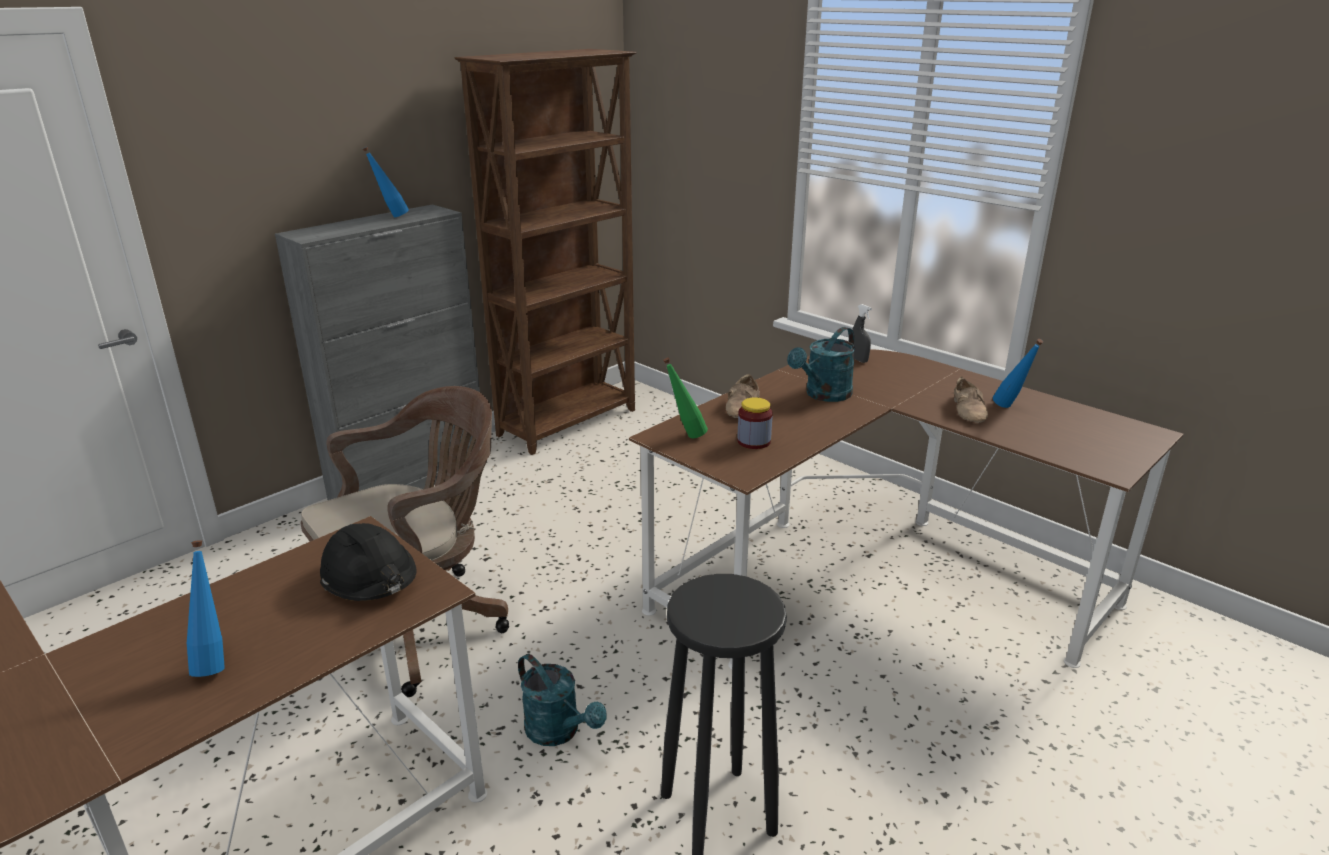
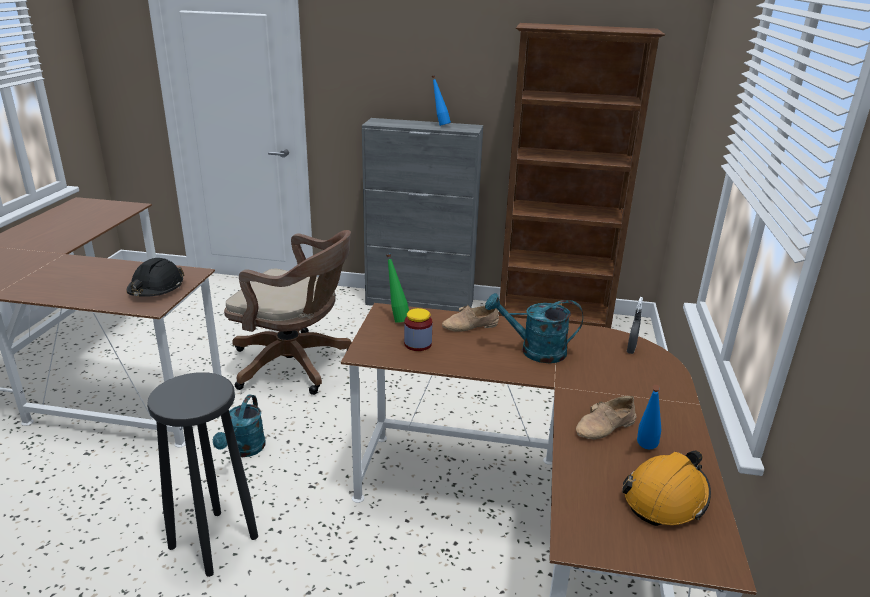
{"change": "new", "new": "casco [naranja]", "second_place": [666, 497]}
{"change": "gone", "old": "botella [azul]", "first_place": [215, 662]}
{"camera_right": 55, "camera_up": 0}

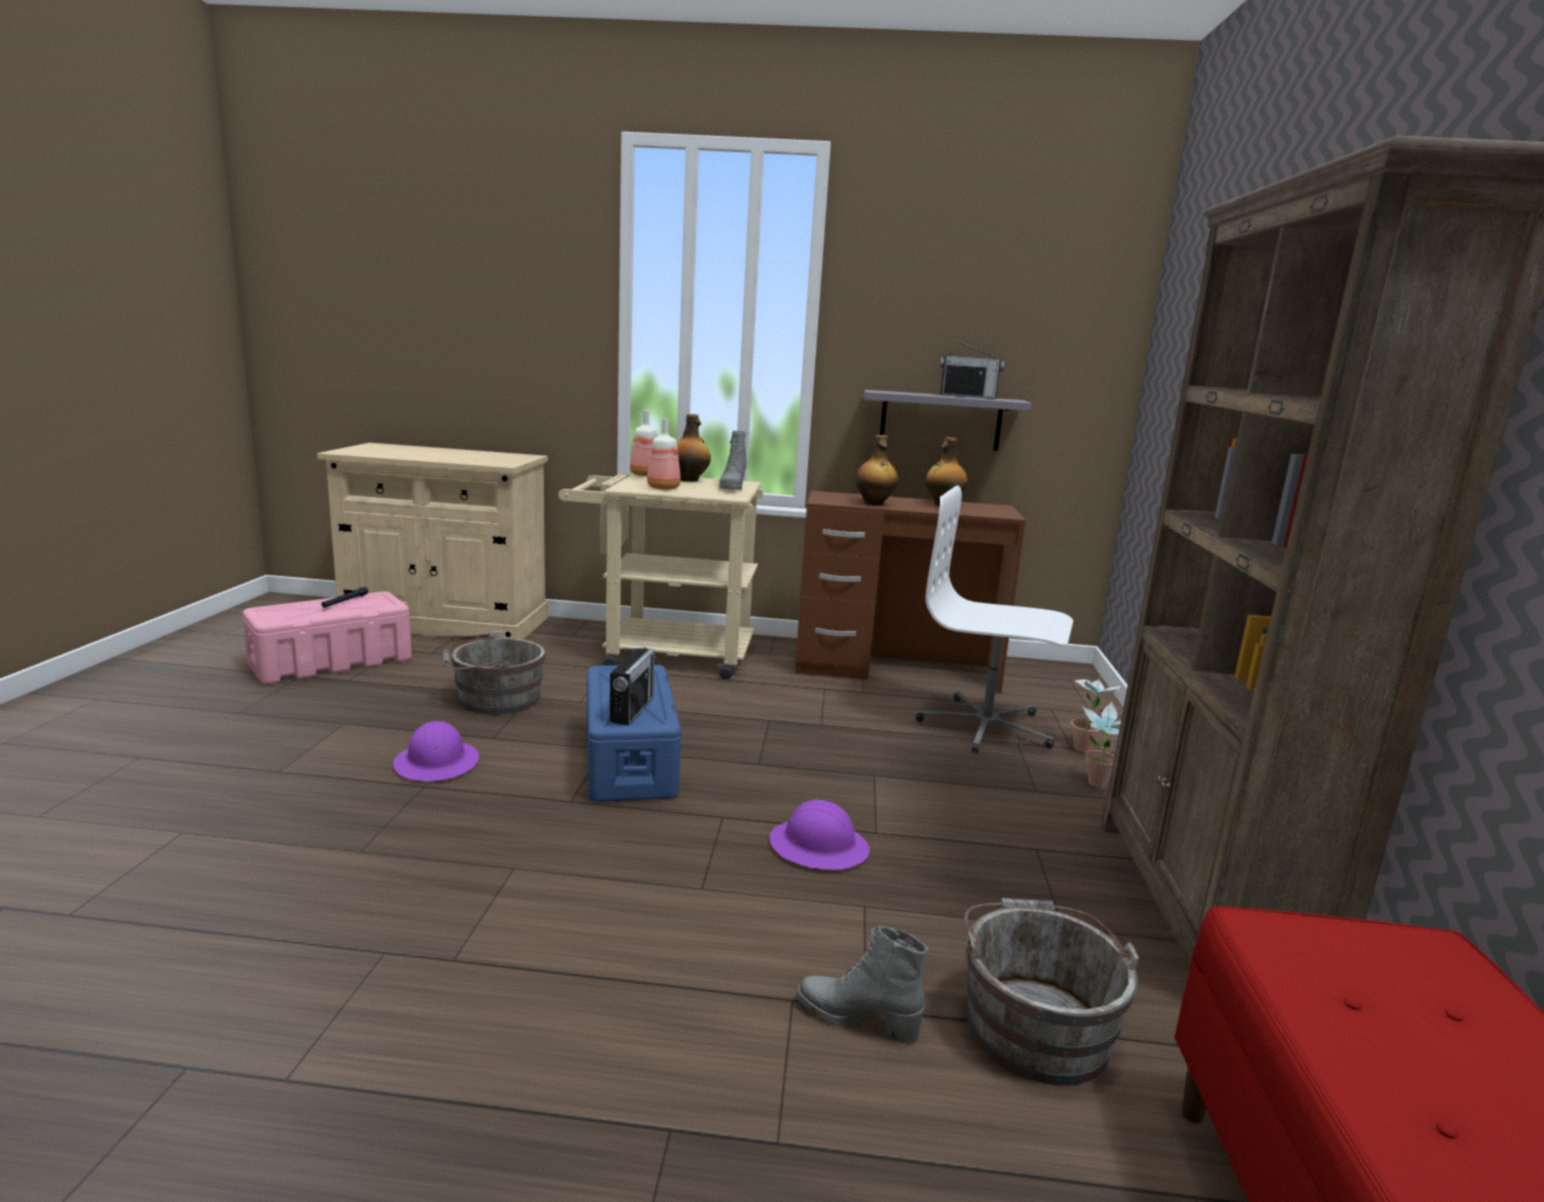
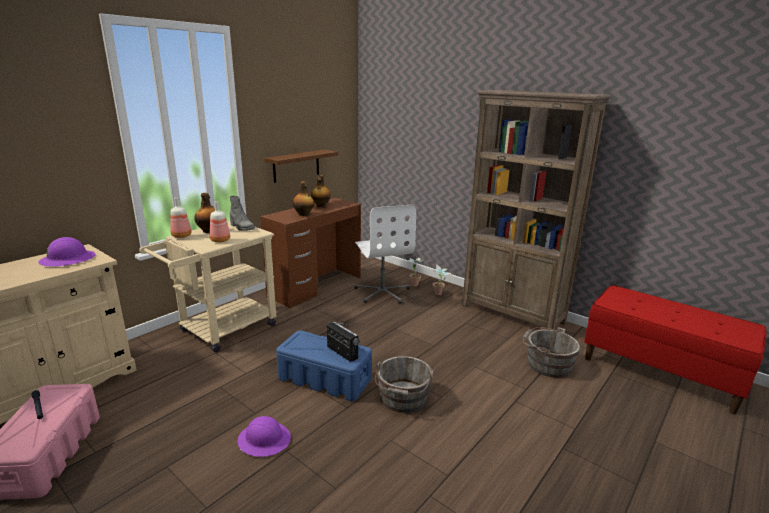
{"change": "shifted", "old": "casco [morado]", "first_place": [818, 846], "second_place": [68, 259]}
{"change": "repainted", "old": "estante [gris]", "new": "estante [marrón]", "first_place": [940, 420], "second_place": [296, 165]}
{"change": "rotated", "old": "silla de oficina [blanco]", "first_place": [986, 727], "second_place": [382, 292], "degrees": -75}
{"change": "shifted", "old": "cubo [gris]", "first_place": [494, 699], "second_place": [403, 399]}
{"change": "gone", "old": "bota [gris]", "first_place": [857, 1018]}
{"change": "gone", "old": "radio", "first_place": [967, 396]}
{"camera_right": -55, "camera_up": 5}

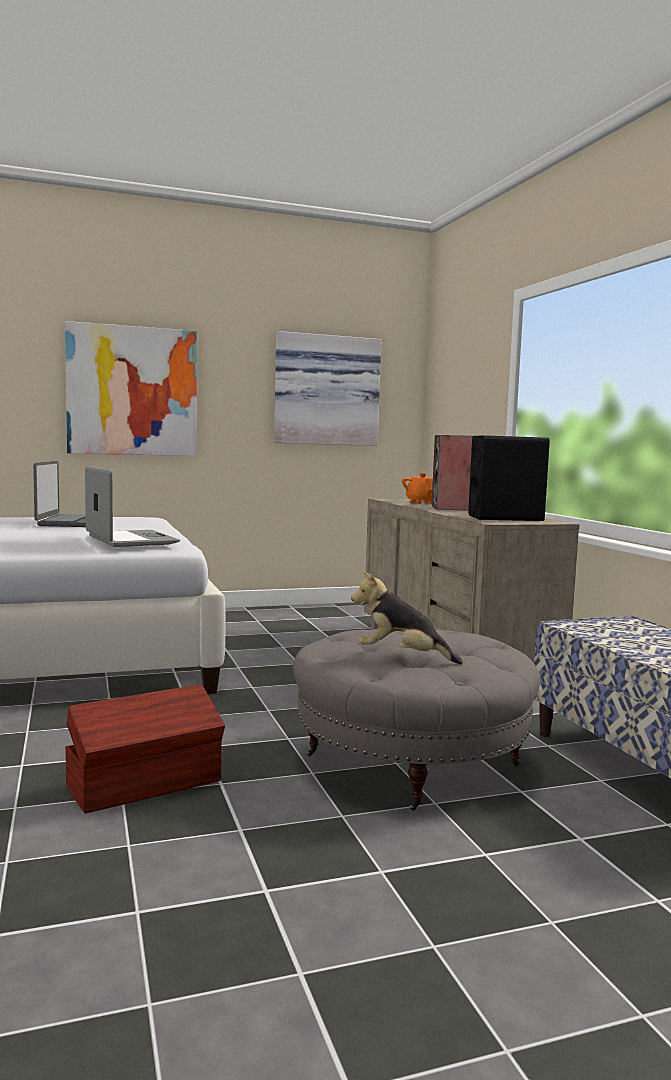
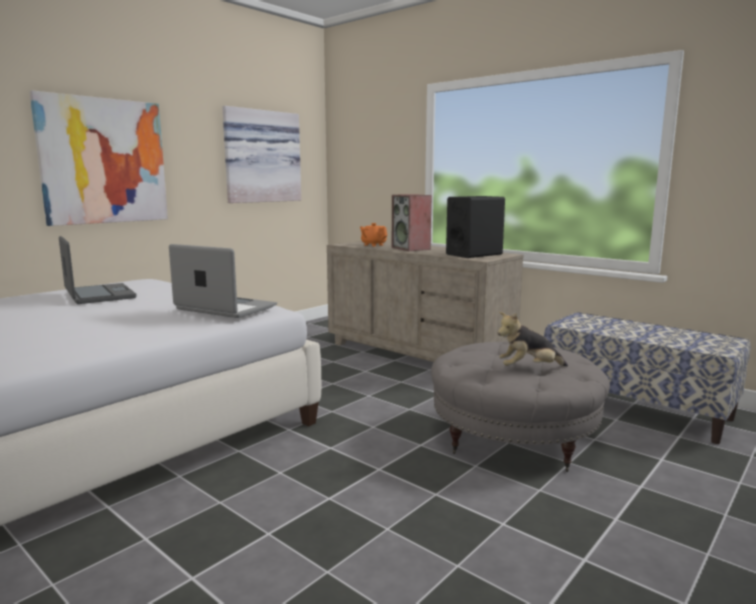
{"change": "gone", "old": "caja de almacenaje [marrón]", "first_place": [147, 785]}
{"camera_right": -30, "camera_up": 5}

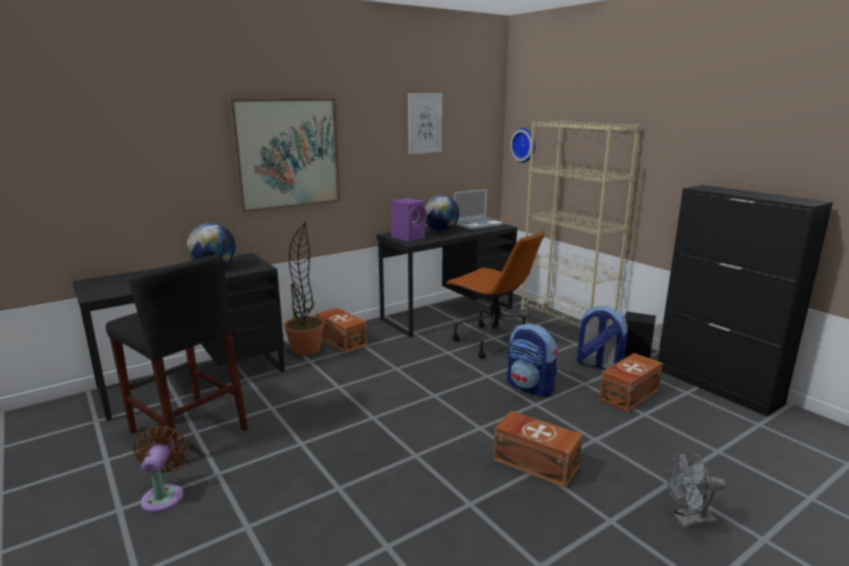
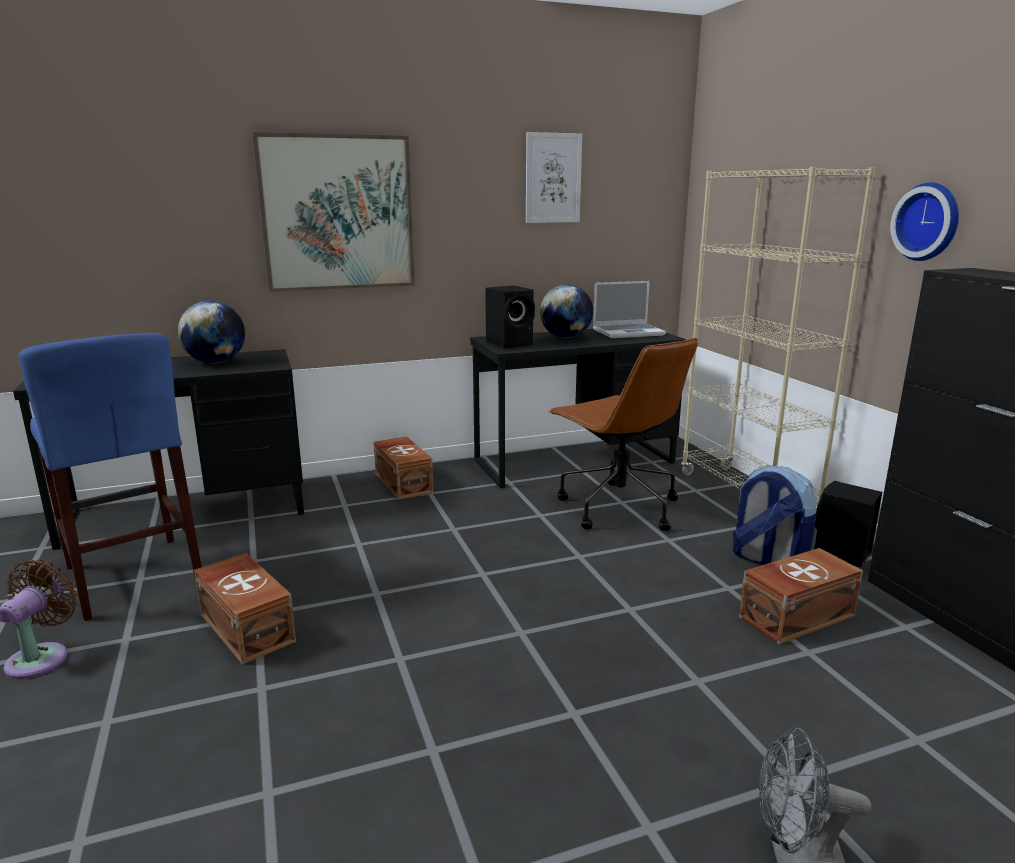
{"change": "repainted", "old": "taburete [negro]", "new": "taburete [azul]", "first_place": [188, 430], "second_place": [134, 575]}
{"change": "shifted", "old": "caja de almacenaje [marrón]", "first_place": [535, 462], "second_place": [248, 627]}
{"change": "repainted", "old": "altavoz [morado]", "new": "altavoz [negro]", "first_place": [409, 237], "second_place": [511, 343]}
{"change": "shifted", "old": "reloj de pared", "first_place": [525, 145], "second_place": [929, 222]}
{"change": "gone", "old": "planta en maceta", "first_place": [306, 349]}
{"change": "gone", "old": "mochila", "first_place": [531, 387]}
{"camera_right": 15, "camera_up": 0}

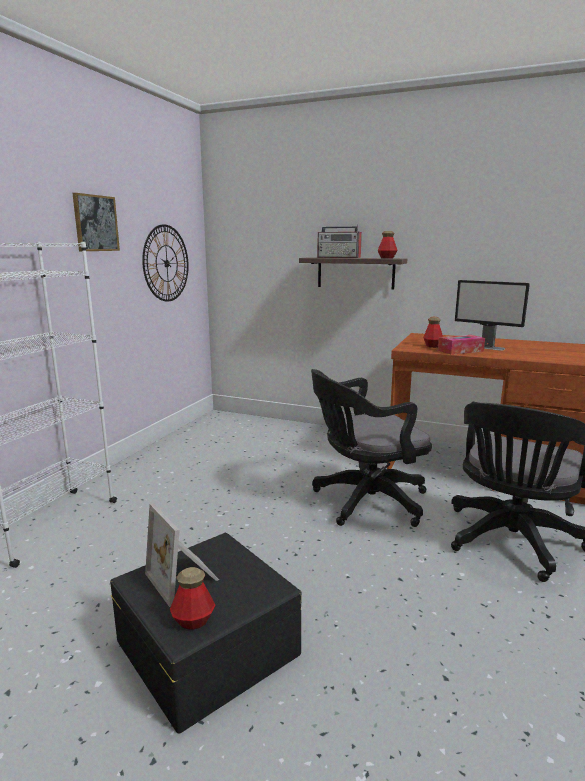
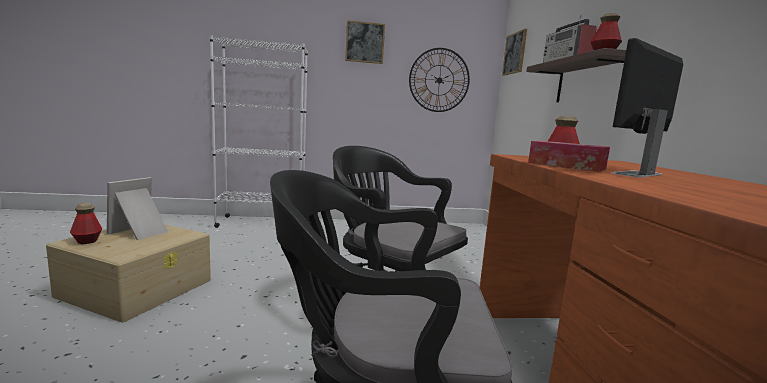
{"change": "repainted", "old": "caja de almacenaje [negro]", "new": "caja de almacenaje [beis]", "first_place": [207, 645], "second_place": [138, 287]}
{"change": "new", "new": "cuadro", "second_place": [515, 53]}
{"change": "rotated", "old": "monitor", "first_place": [486, 347], "second_place": [637, 174], "degrees": 45}
{"camera_right": 60, "camera_up": -5}

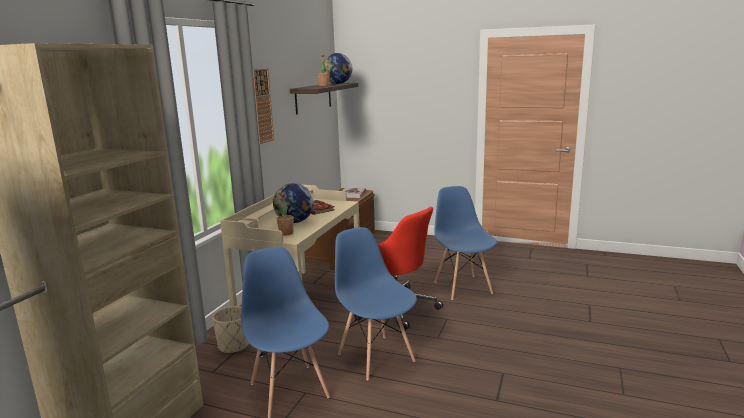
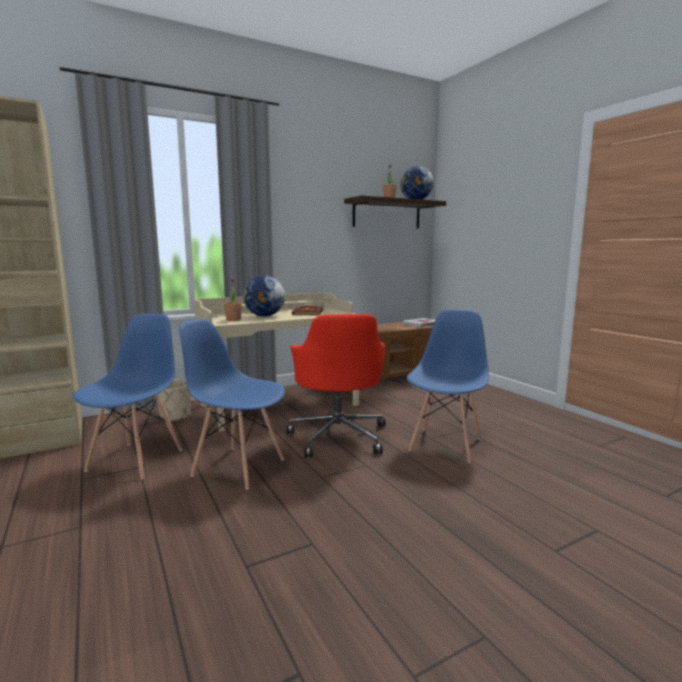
{"change": "rotated", "old": "silla [azul]", "first_place": [376, 356], "second_place": [238, 467], "degrees": -75}
{"change": "gone", "old": "reloj de pared", "first_place": [262, 106]}
{"camera_right": 40, "camera_up": -5}

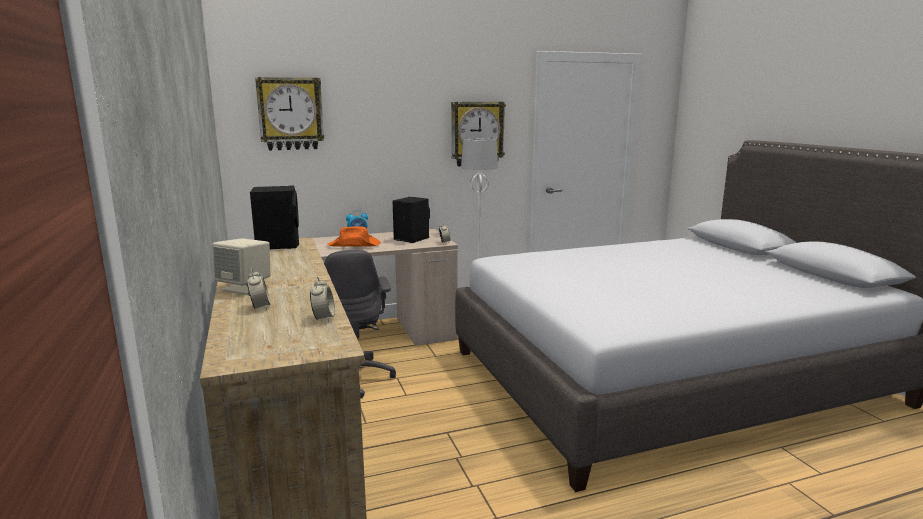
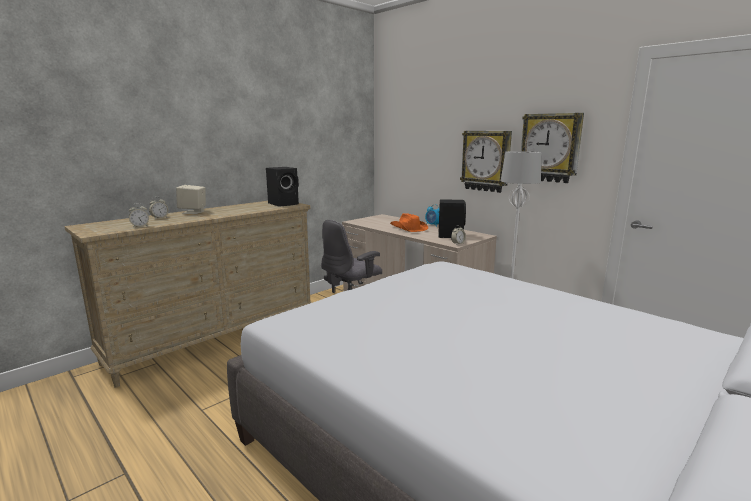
{"change": "shifted", "old": "reloj de pared", "first_place": [290, 114], "second_place": [486, 161]}
{"camera_right": 65, "camera_up": 0}

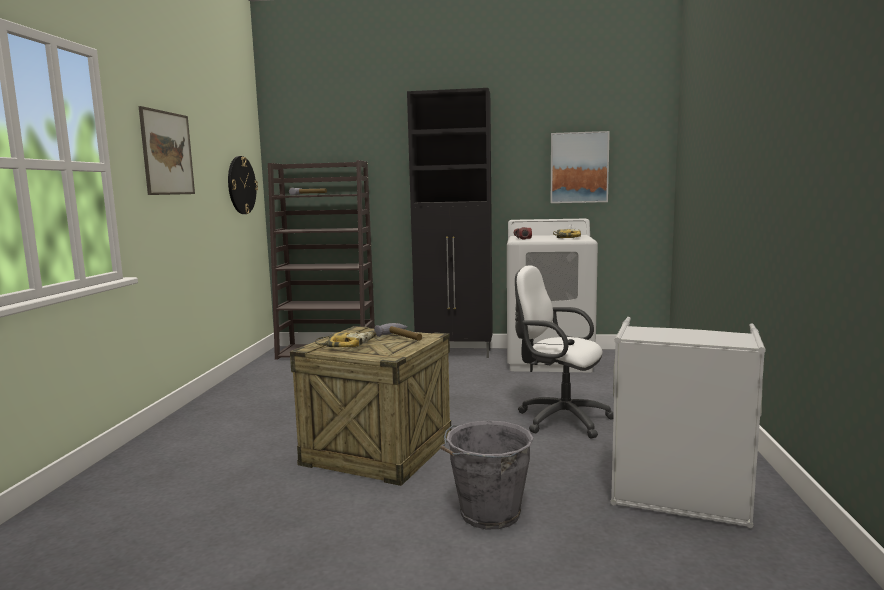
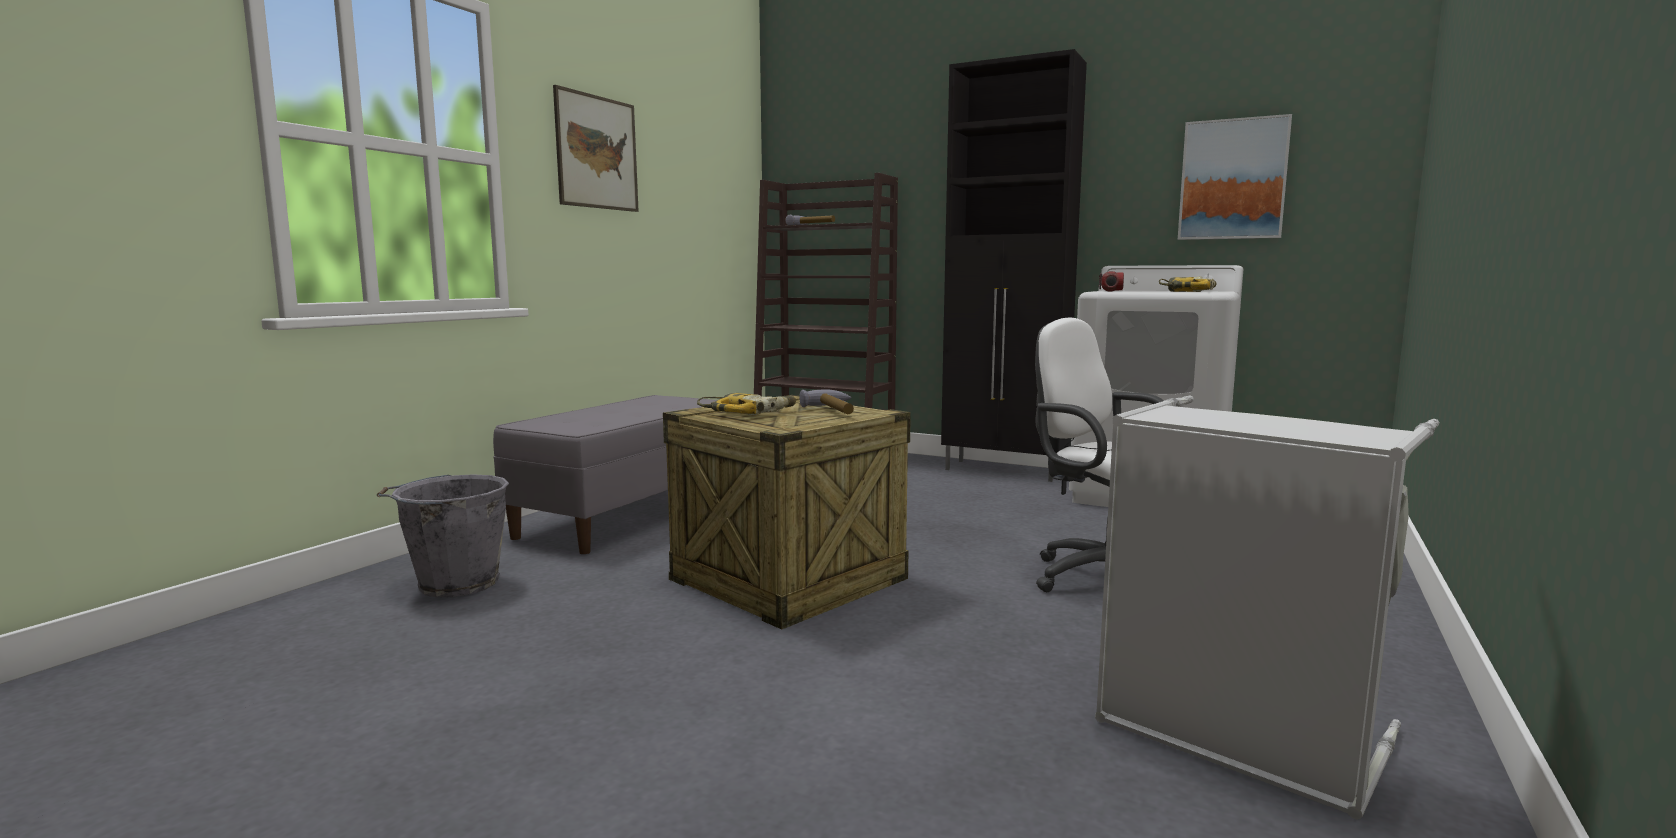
{"change": "shifted", "old": "cubo [gris]", "first_place": [487, 514], "second_place": [455, 584]}
{"change": "new", "new": "banco [gris]", "second_place": [628, 515]}
{"change": "gone", "old": "reloj de pared", "first_place": [241, 185]}
{"camera_right": 20, "camera_up": 0}

